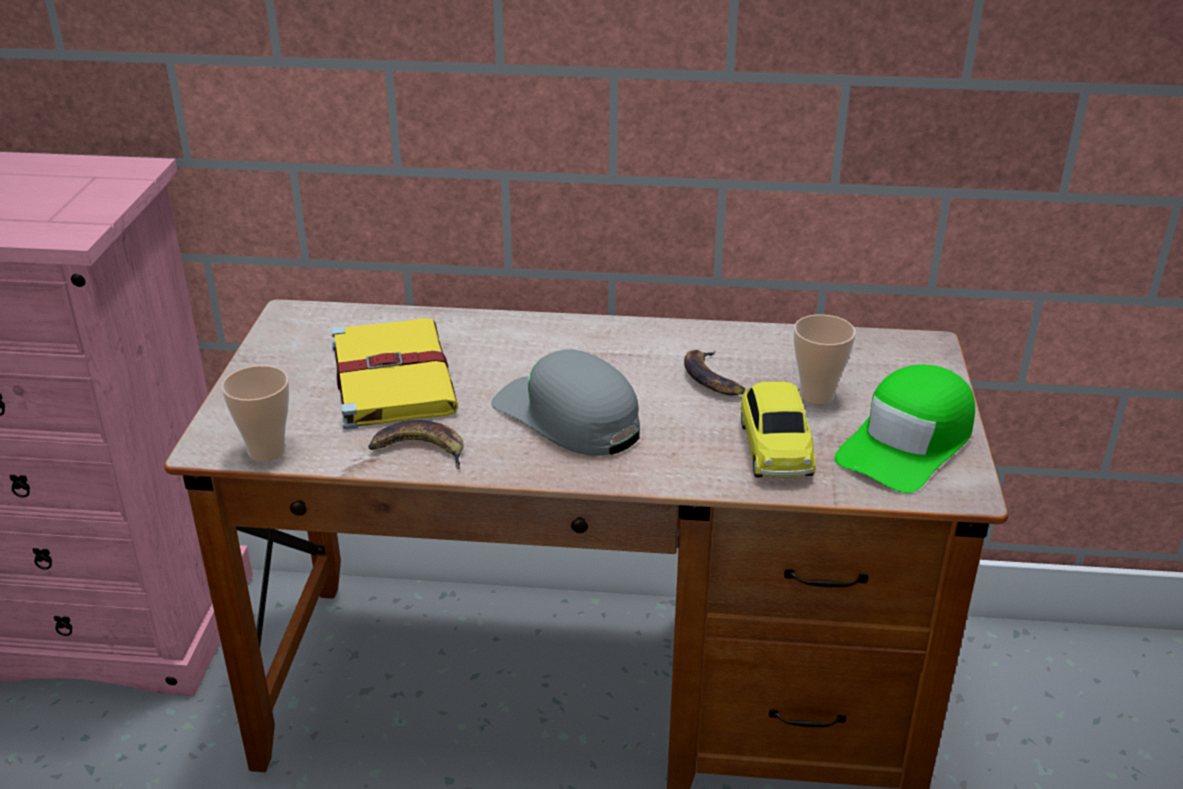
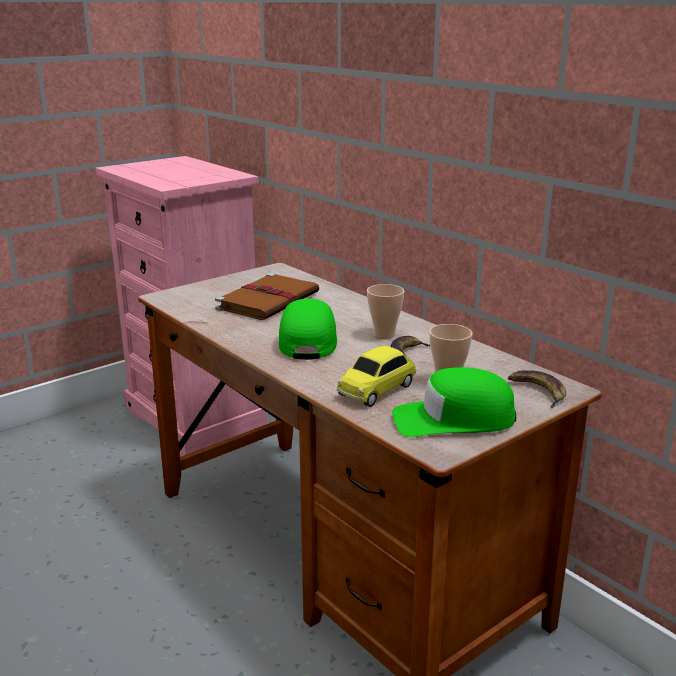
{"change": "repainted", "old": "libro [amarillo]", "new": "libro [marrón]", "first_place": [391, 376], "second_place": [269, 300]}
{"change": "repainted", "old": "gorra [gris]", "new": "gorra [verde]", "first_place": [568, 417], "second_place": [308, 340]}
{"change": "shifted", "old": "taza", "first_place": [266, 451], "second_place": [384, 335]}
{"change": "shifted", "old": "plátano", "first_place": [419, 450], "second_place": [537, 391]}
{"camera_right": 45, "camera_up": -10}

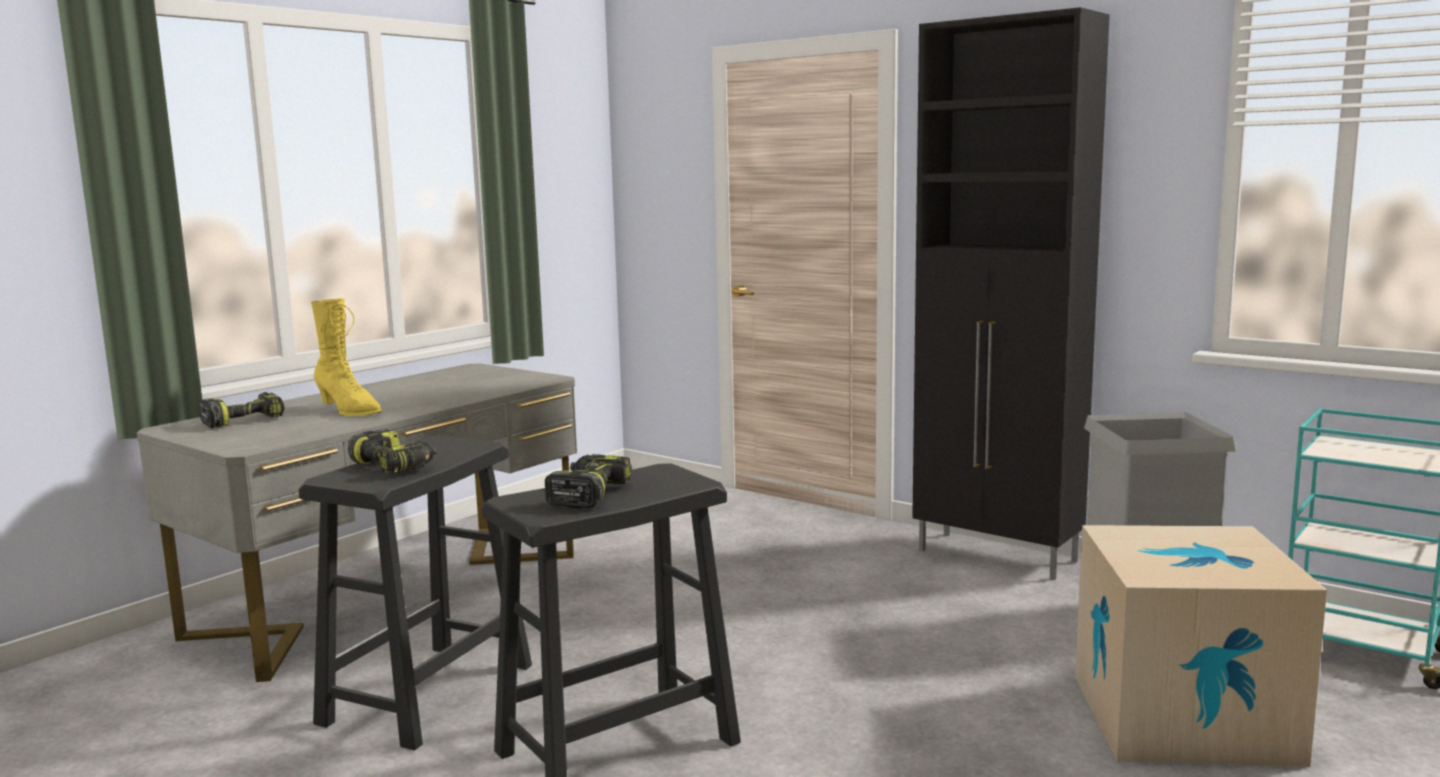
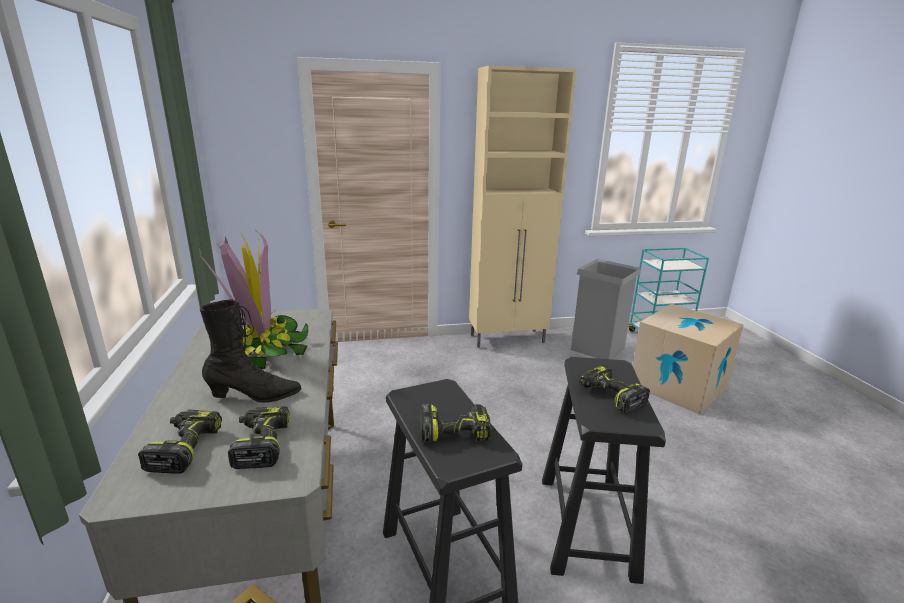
{"change": "new", "new": "planta en maceta", "second_place": [263, 351]}
{"change": "repainted", "old": "bota [amarillo]", "new": "bota [negro]", "first_place": [349, 410], "second_place": [255, 396]}
{"change": "new", "new": "taladro", "second_place": [260, 444]}
{"change": "repainted", "old": "armario [negro]", "new": "armario [beis]", "first_place": [998, 556], "second_place": [508, 339]}
{"camera_right": -50, "camera_up": 10}

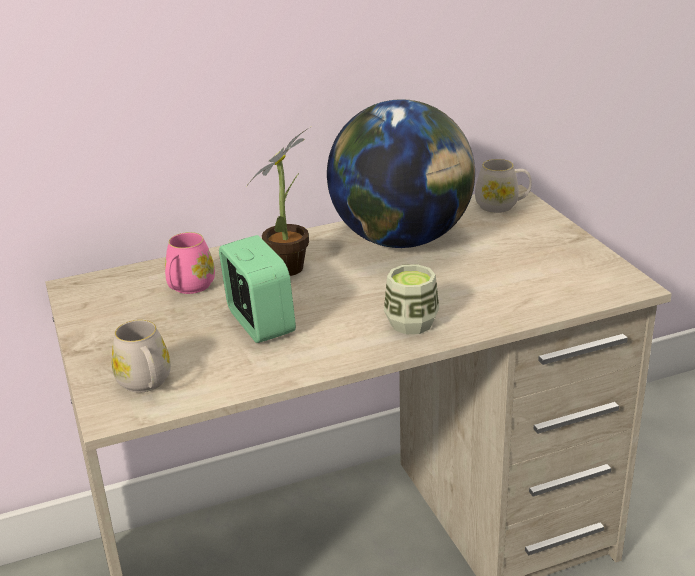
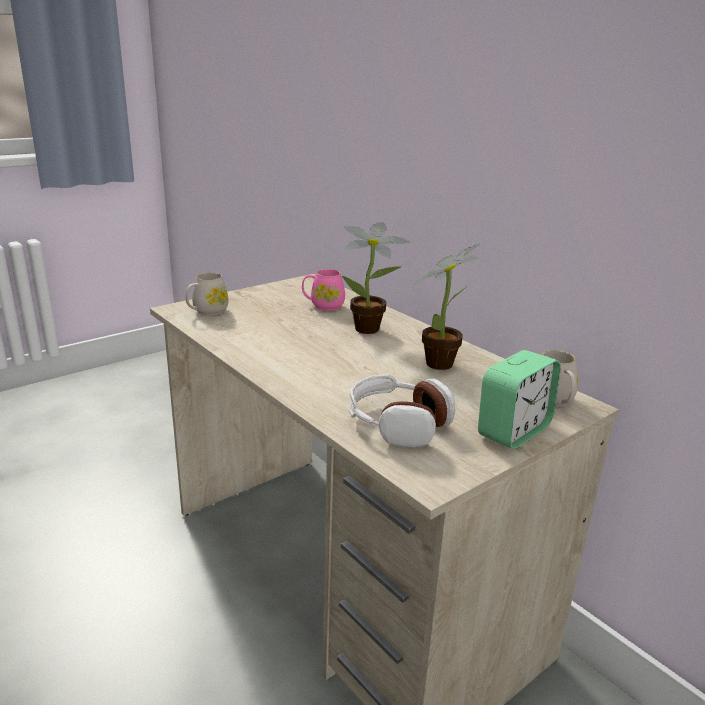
{"change": "new", "new": "auriculares", "second_place": [397, 423]}
{"change": "swapped", "old": "globo terráqueo", "new": "planta en maceta", "first_place": [402, 240], "second_place": [443, 363]}
{"change": "shifted", "old": "despertador", "first_place": [260, 323], "second_place": [513, 431]}
{"change": "gone", "old": "taza", "first_place": [411, 323]}
{"camera_right": 70, "camera_up": -5}

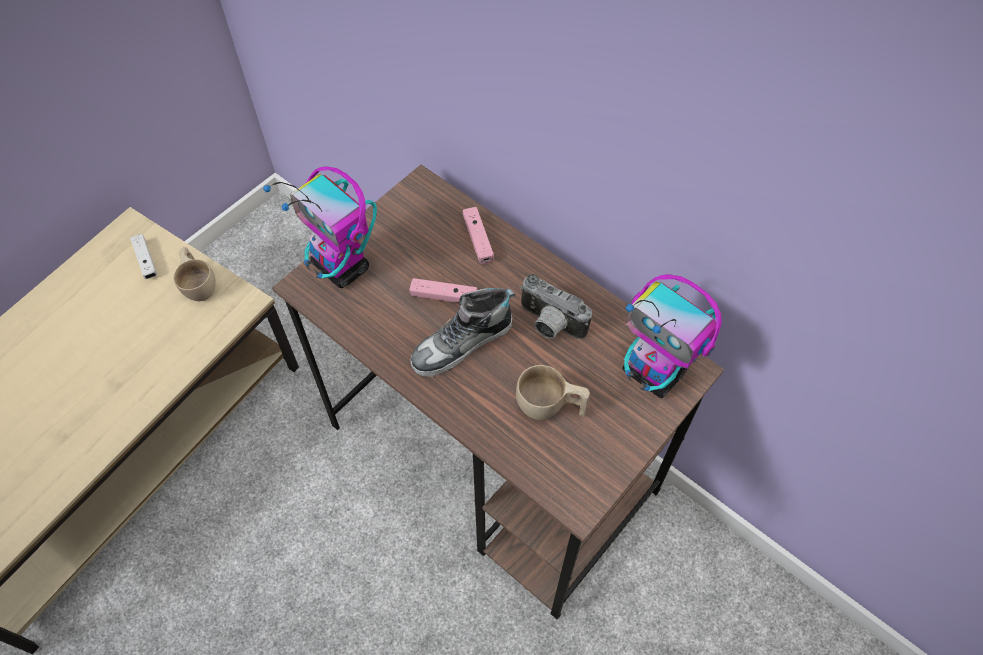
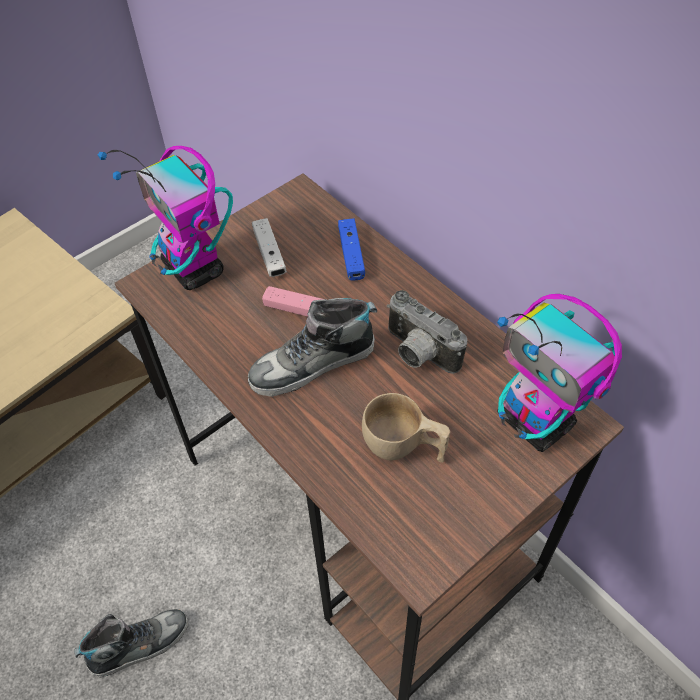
{"change": "new", "new": "zapato", "second_place": [139, 644]}
{"change": "shifted", "old": "mando de consola [blanco]", "first_place": [146, 260], "second_place": [269, 254]}
{"change": "repainted", "old": "mando de consola [rosa]", "new": "mando de consola [azul]", "first_place": [478, 239], "second_place": [351, 254]}
{"change": "gone", "old": "taza [beis]", "first_place": [200, 284]}
{"camera_right": 10, "camera_up": -5}

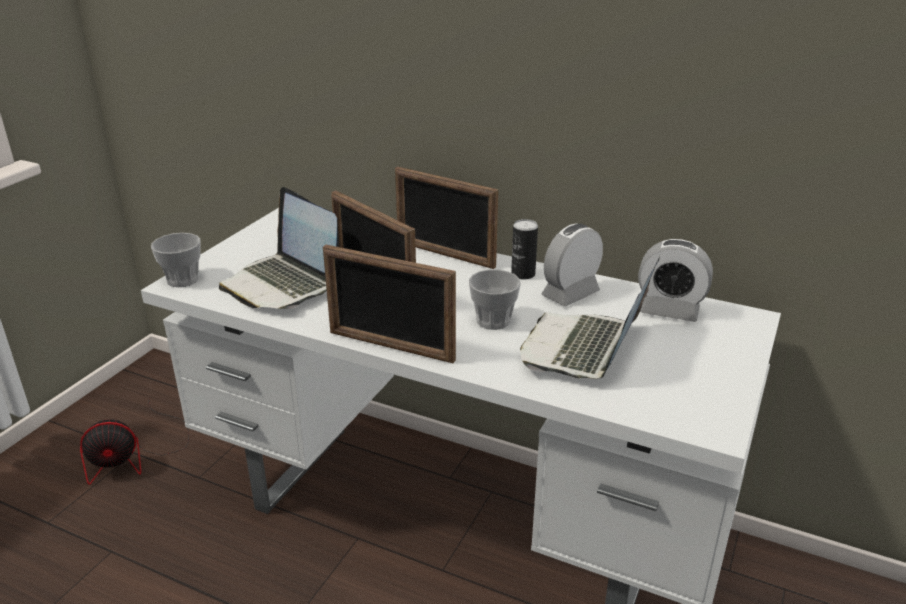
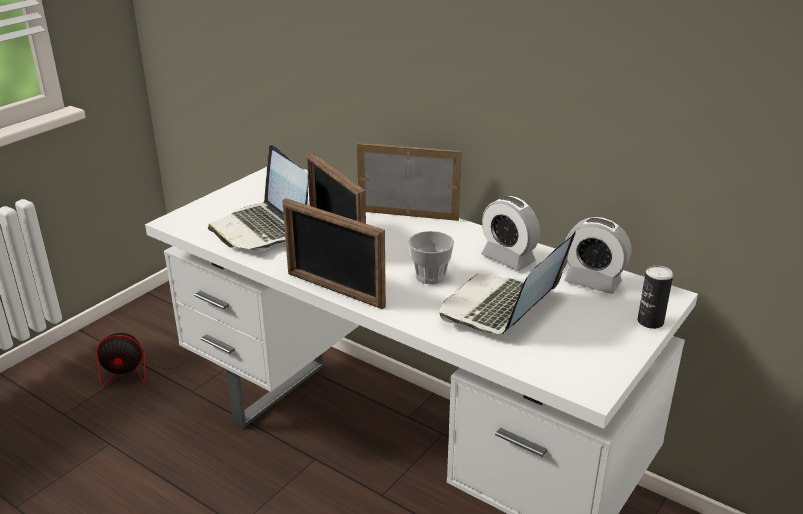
{"change": "rotated", "old": "portarretratos", "first_place": [444, 254], "second_place": [408, 214], "degrees": 150}
{"change": "rotated", "old": "despertador", "first_place": [570, 294], "second_place": [508, 259], "degrees": -105}
{"change": "shifted", "old": "lata", "first_place": [523, 274], "second_place": [650, 322]}
{"change": "gone", "old": "taza", "first_place": [182, 279]}
{"camera_right": 10, "camera_up": 0}

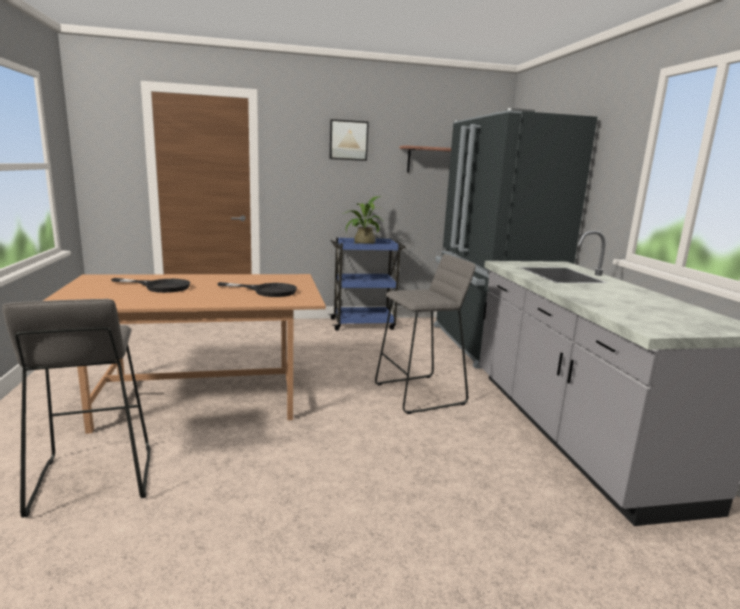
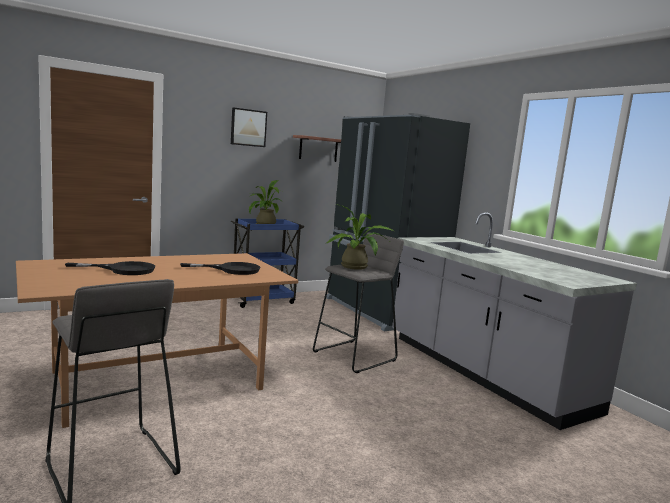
{"change": "new", "new": "planta en maceta", "second_place": [357, 267]}
{"camera_right": -20, "camera_up": -5}

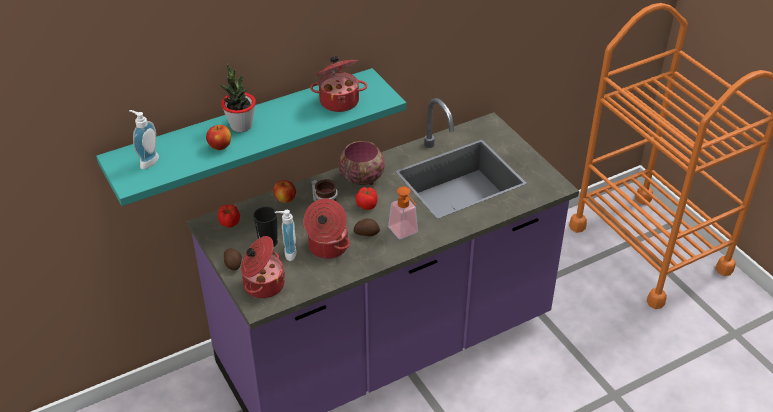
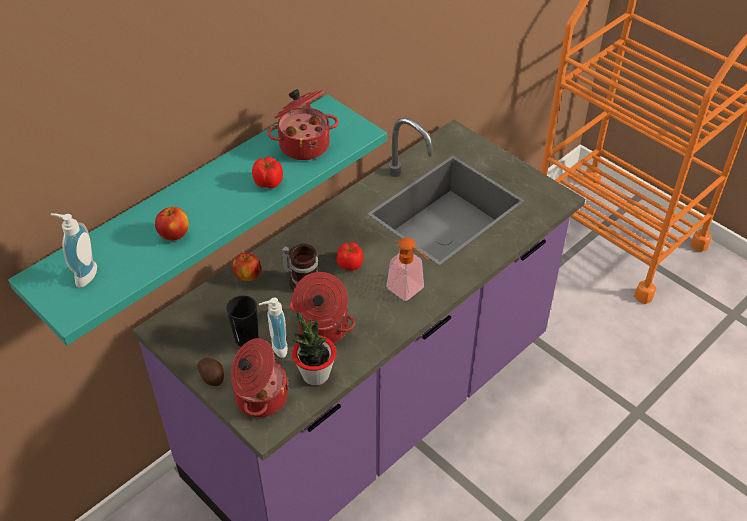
{"change": "shifted", "old": "tomate", "first_place": [229, 223], "second_place": [269, 183]}
{"change": "shifted", "old": "planta en maceta", "first_place": [241, 125], "second_place": [315, 374]}
{"change": "gone", "old": "cuenco", "first_place": [361, 178]}
{"change": "gone", "old": "patata", "first_place": [366, 233]}
{"camera_right": -15, "camera_up": 5}

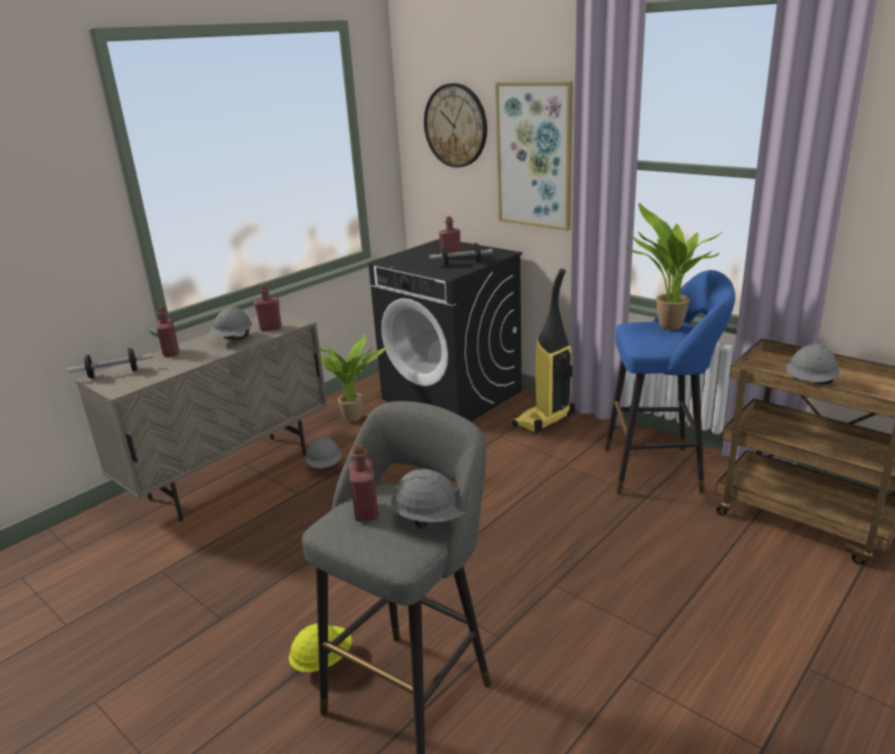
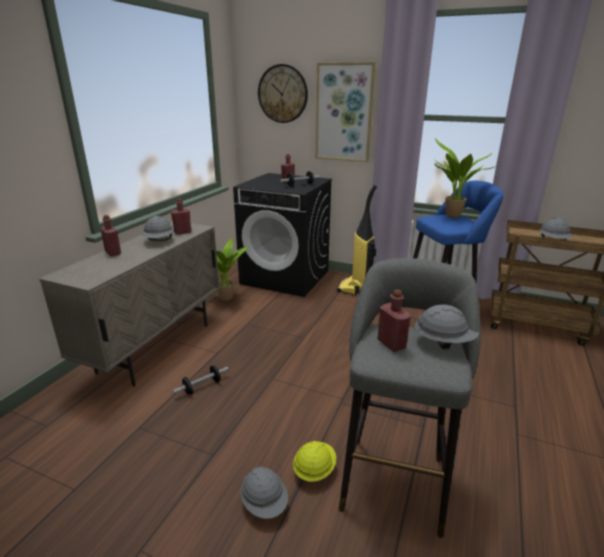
{"change": "shifted", "old": "mancuerna", "first_place": [114, 374], "second_place": [202, 386]}
{"change": "shifted", "old": "casco [gris]", "first_place": [325, 466], "second_place": [265, 503]}
{"camera_right": -20, "camera_up": 0}

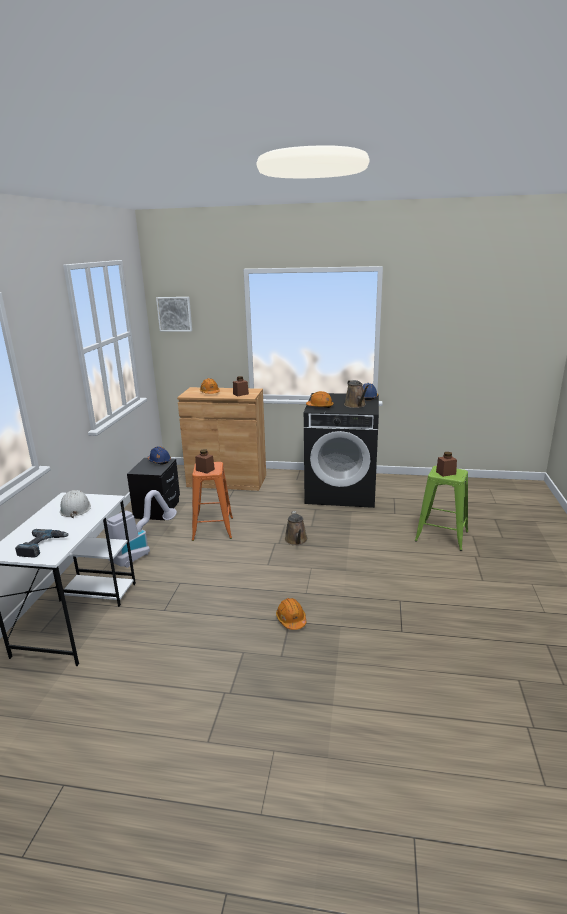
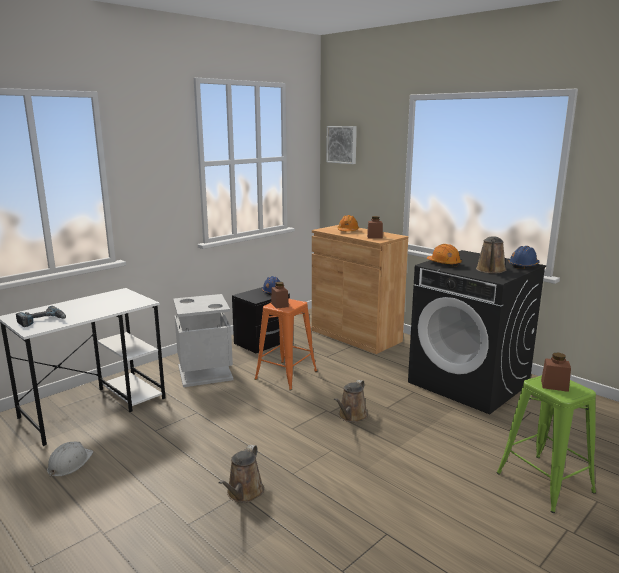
{"change": "shifted", "old": "casco [blanco]", "first_place": [75, 508], "second_place": [69, 463]}
{"change": "swapped", "old": "aspiradora", "new": "papelera [gris]", "first_place": [141, 551], "second_place": [204, 373]}
{"change": "swapped", "old": "casco [naranja]", "new": "regadera [marrón]", "first_place": [291, 619], "second_place": [243, 493]}
{"camera_right": 35, "camera_up": -5}

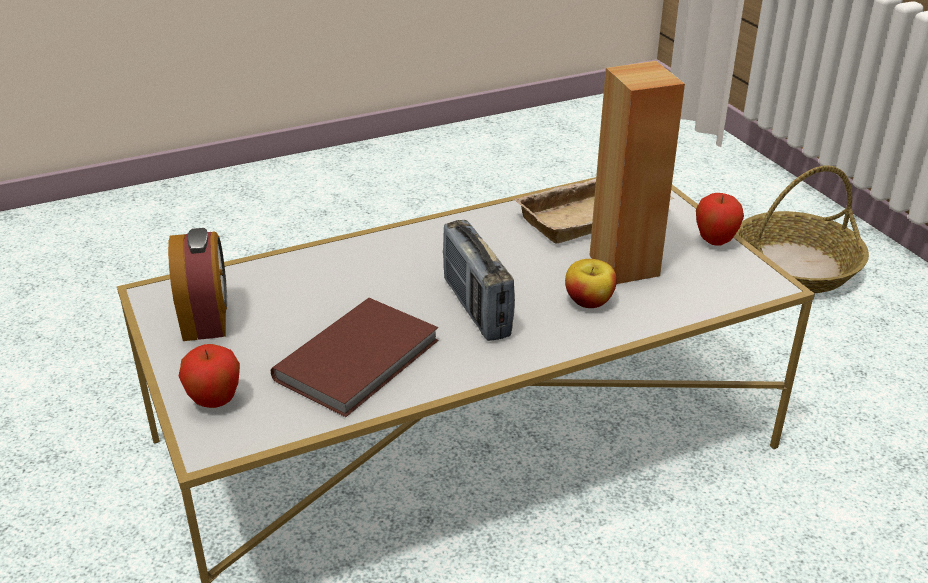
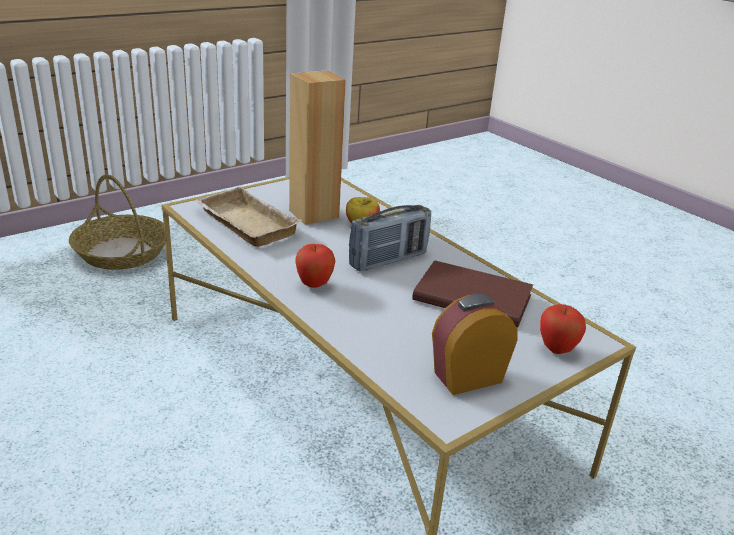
{"change": "shifted", "old": "manzana", "first_place": [715, 242], "second_place": [314, 285]}
{"camera_right": -105, "camera_up": -5}

